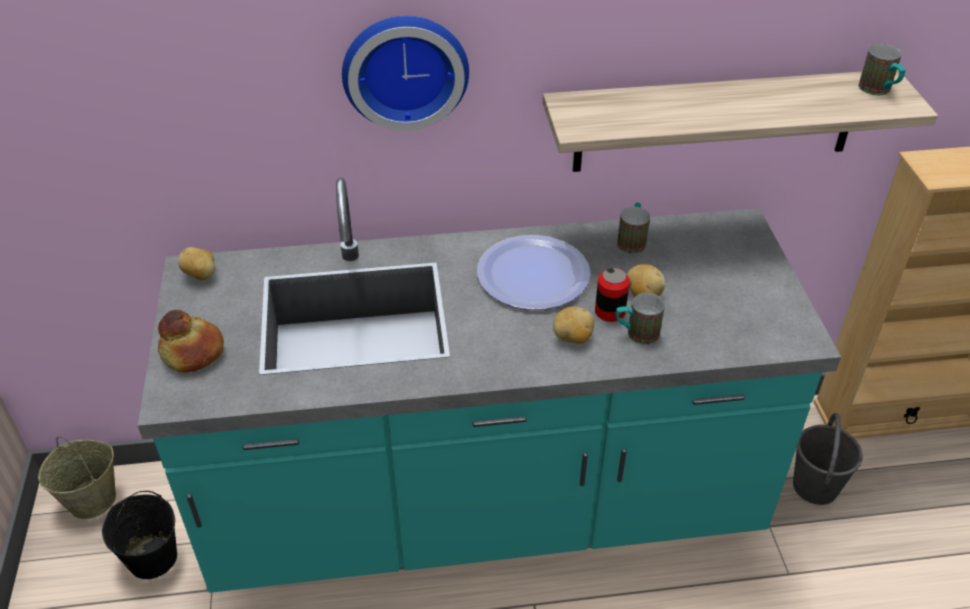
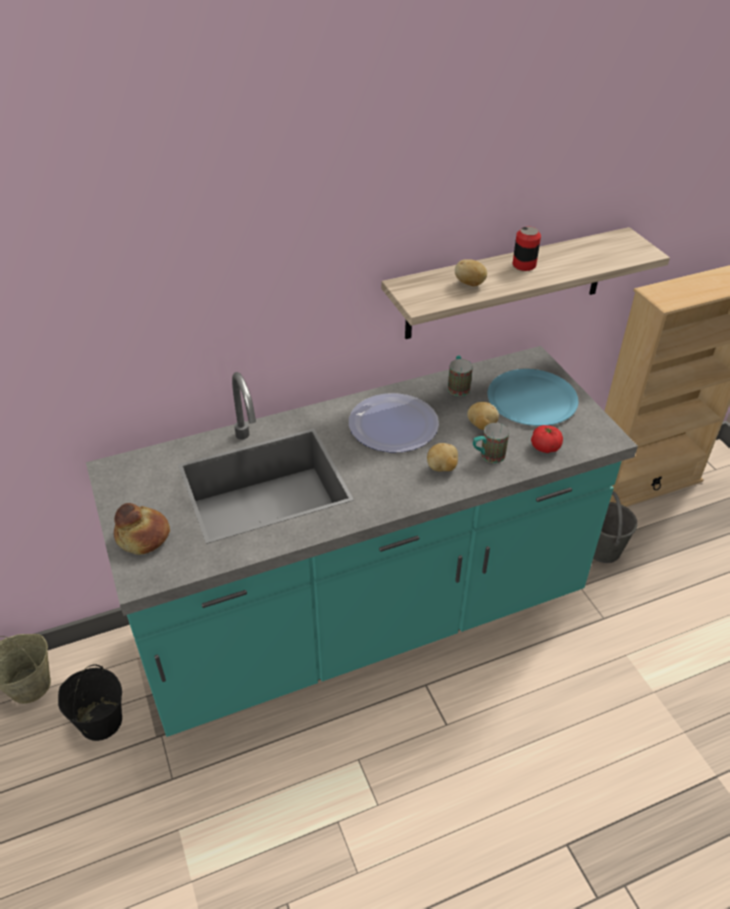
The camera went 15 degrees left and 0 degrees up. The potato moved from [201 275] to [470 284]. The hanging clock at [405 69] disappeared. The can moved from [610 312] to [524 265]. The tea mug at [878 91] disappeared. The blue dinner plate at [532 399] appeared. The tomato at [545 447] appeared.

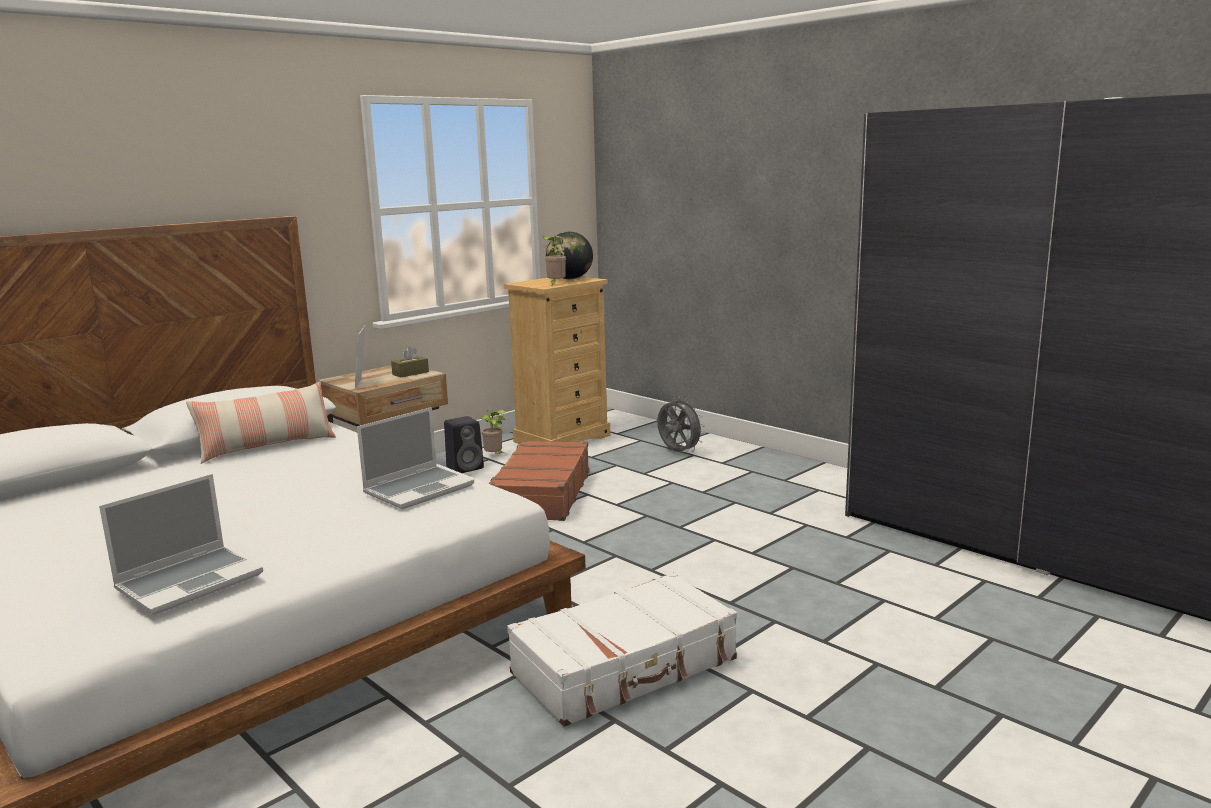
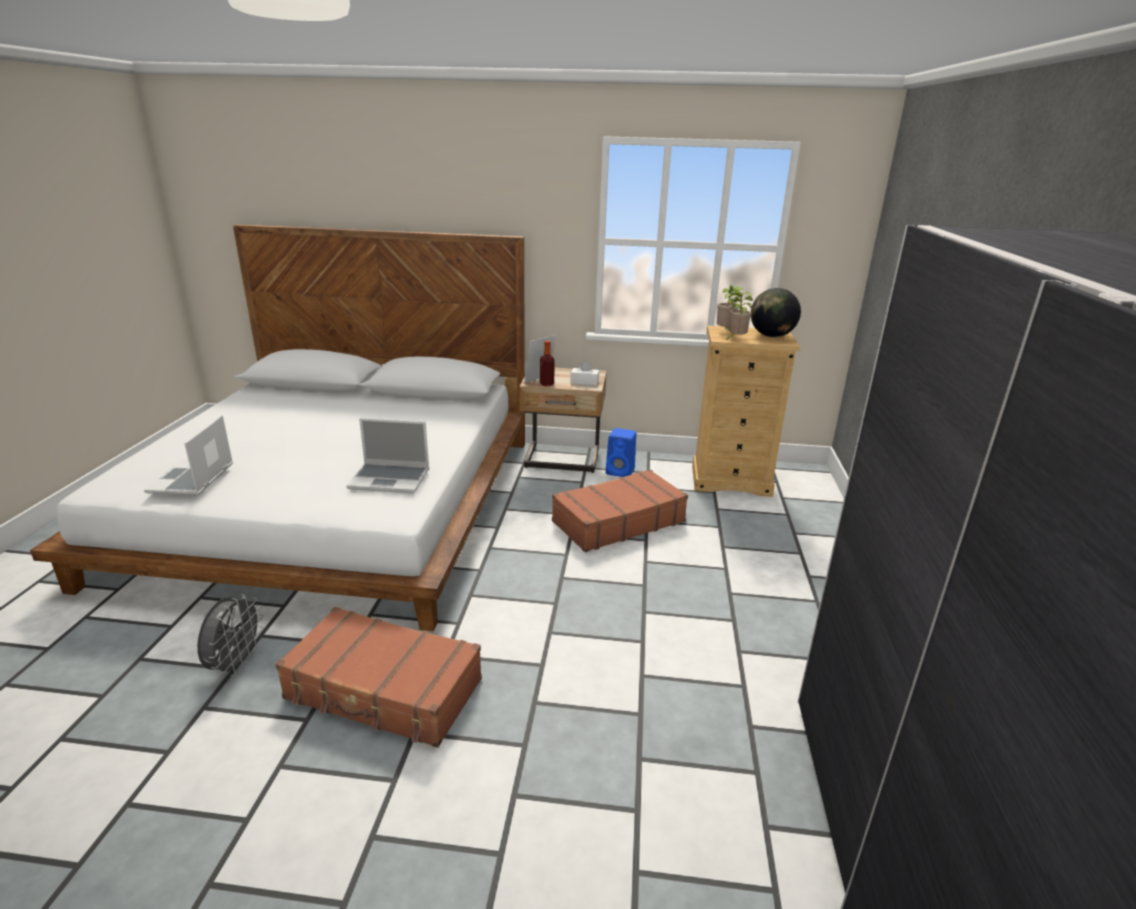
The camera went 50 degrees right and 10 degrees up. The notebook computer at [190 581] turned 90 degrees clockwise. The cushion at [267 446] disappeared. The brown tissue box at [410 373] became the white-coloured tissue box at [584 382]. The black audio speaker at [466 467] became the blue audio speaker at [621 471]. The potted plant moved from [495 456] to [725 332]. The white-coloured piece of luggage at [626 667] became the brown piece of luggage at [384 690]. The grey electric fan moved from [678 452] to [236 664]. The bottle at [547 384] appeared.

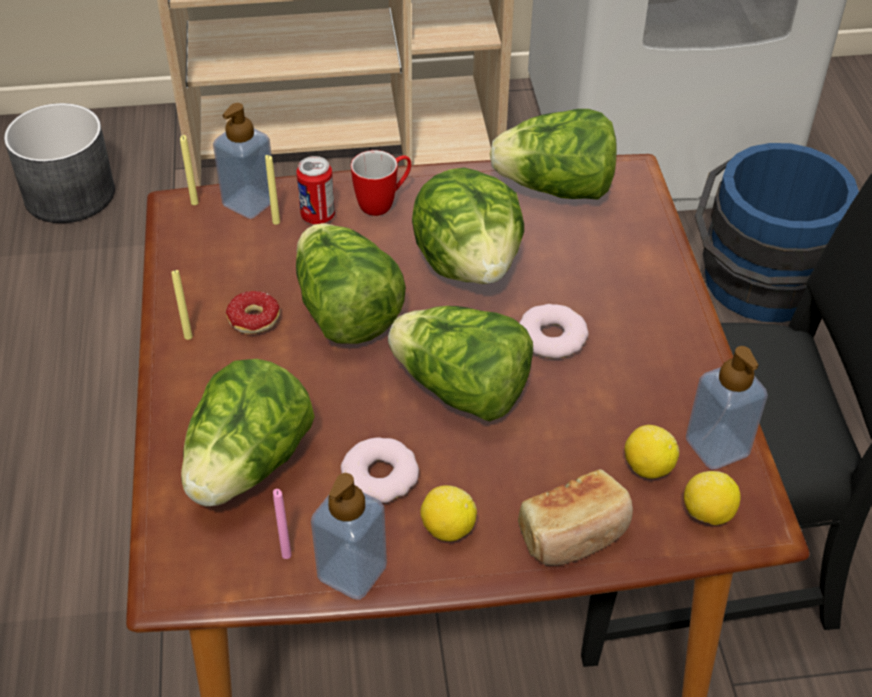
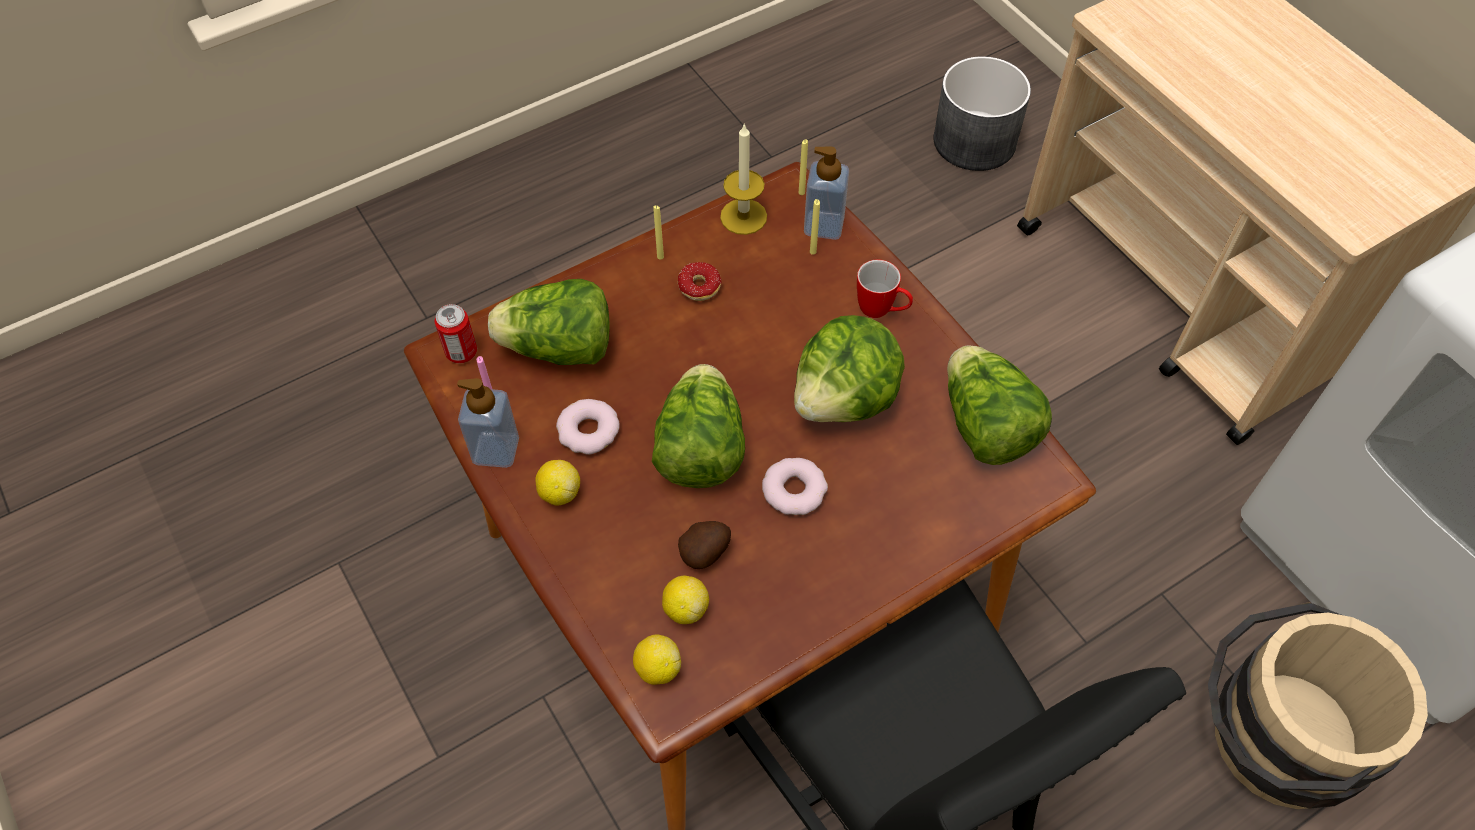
The camera went 65 degrees right and 10 degrees up. The can moved from [318 216] to [461 352]. The lettuce at [345 312] disappeared. The baked bread at [574 534] disappeared. The soap bottle at [717 447] disappeared. The blue pail at [760 288] became the sand-coloured pail at [1269 739]. The potato at [706 552] appeared. The wax candle at [743 216] appeared.

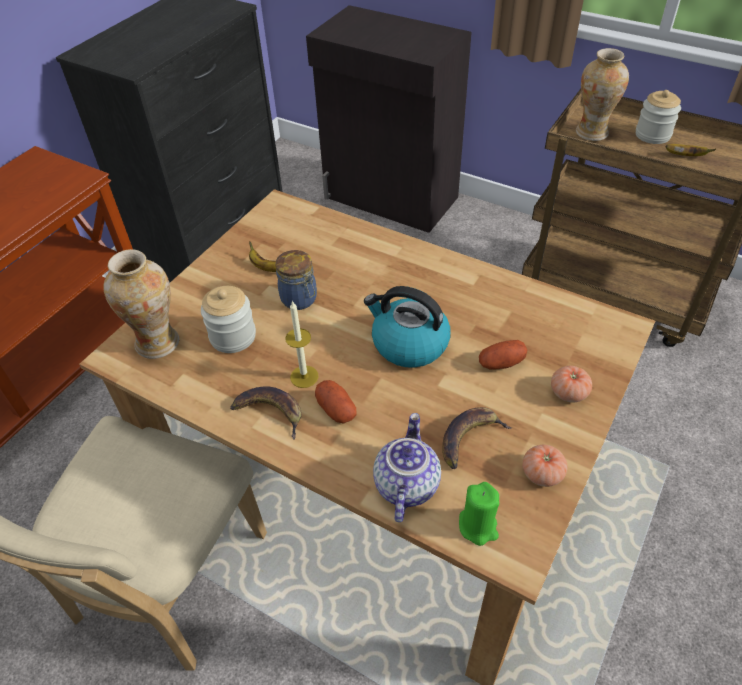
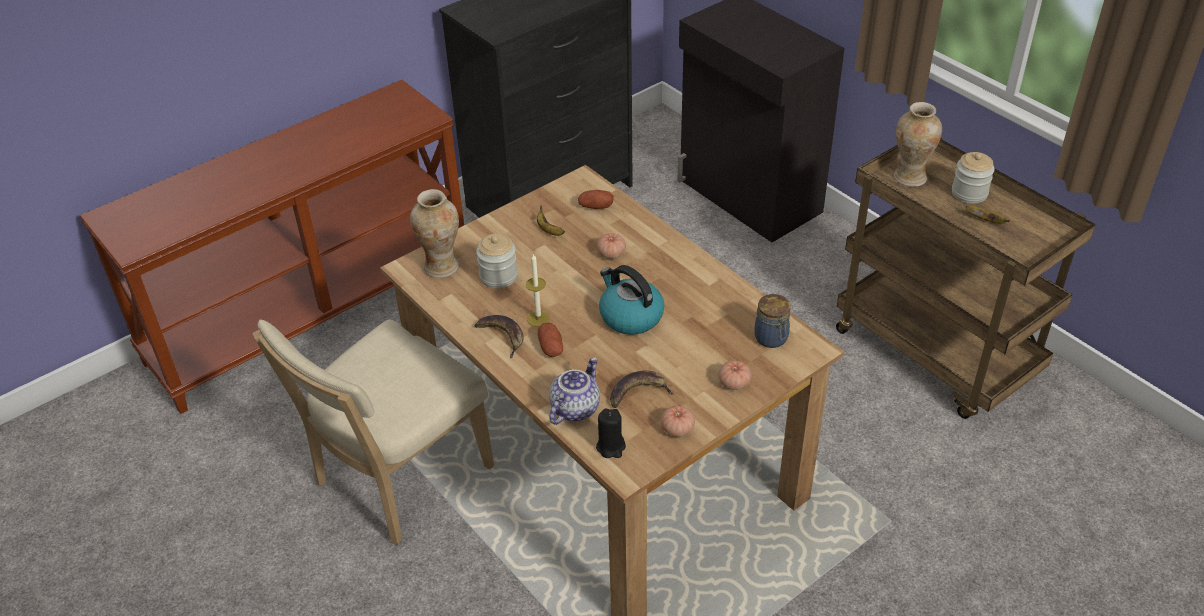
The camera went 20 degrees right and 5 degrees down. The jar moved from [300 299] to [771 339]. The greenish wax candle at [478 526] became the black wax candle at [611 447]. The potato moved from [501 363] to [595 206]. The tomato at [611 253] appeared.

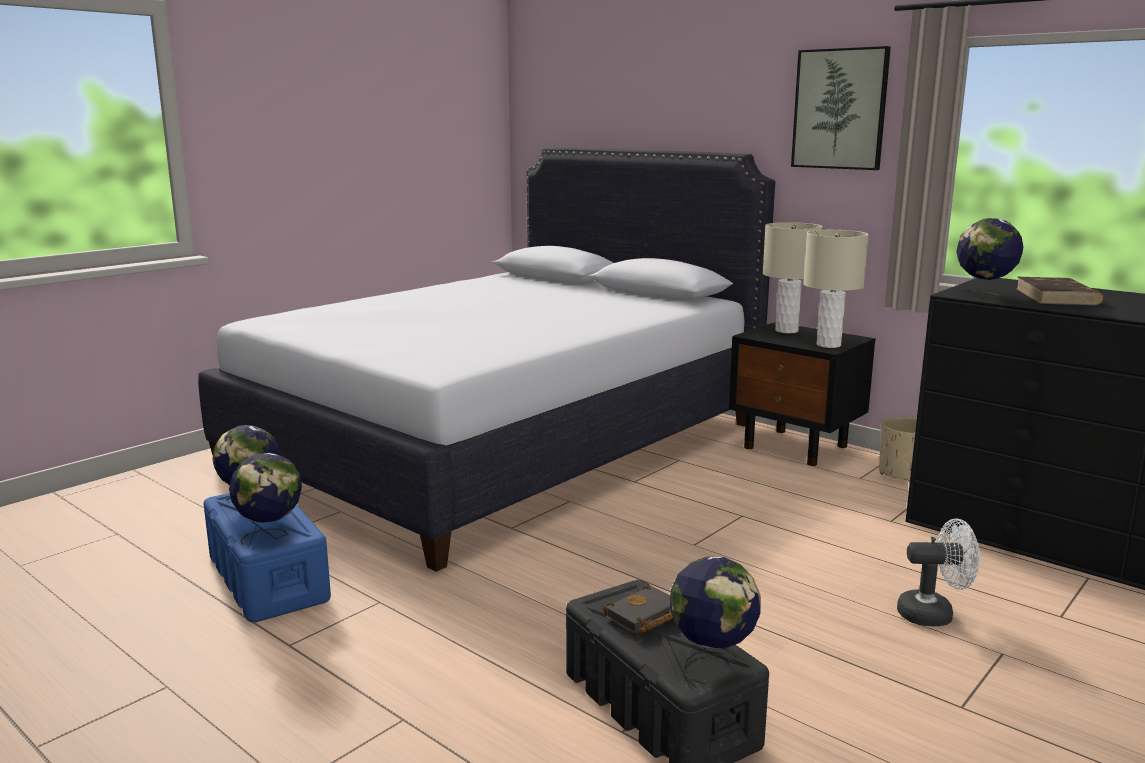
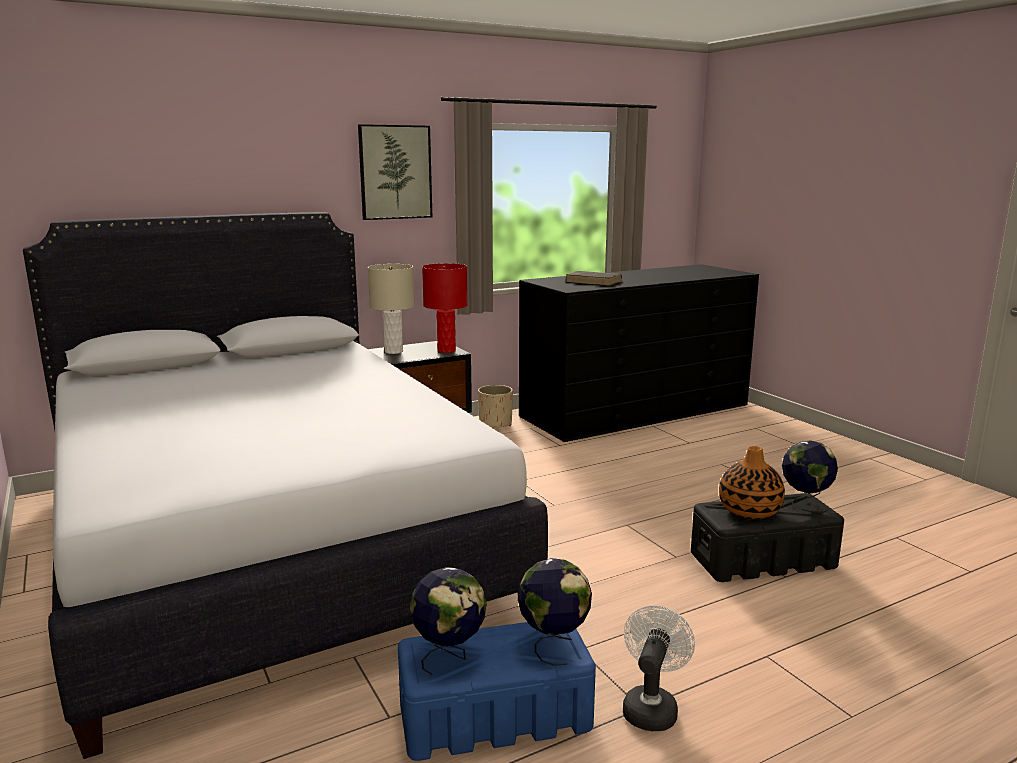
The camera went 70 degrees left and 0 degrees up. The black book at [644 617] was replaced by the flower vase at [749 511]. The sand-coloured table lamp at [829 345] became the red table lamp at [446 350]. The white-coloured electric fan moved from [934 614] to [651 707]. The world globe at [983 295] disappeared.

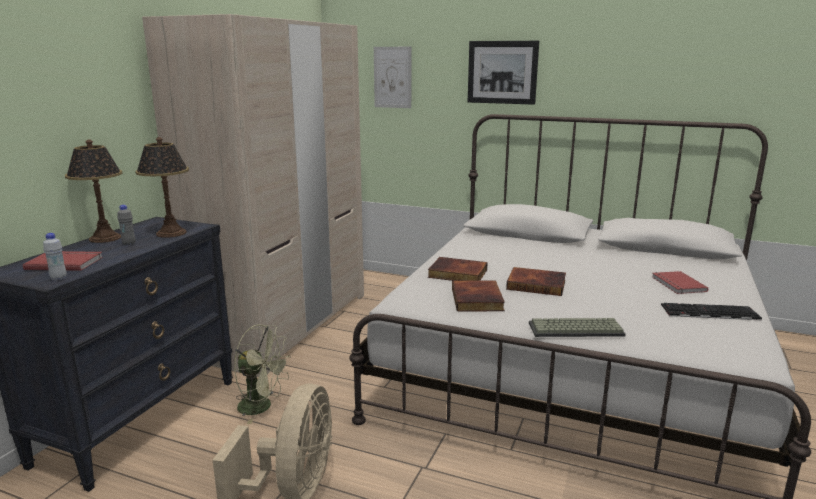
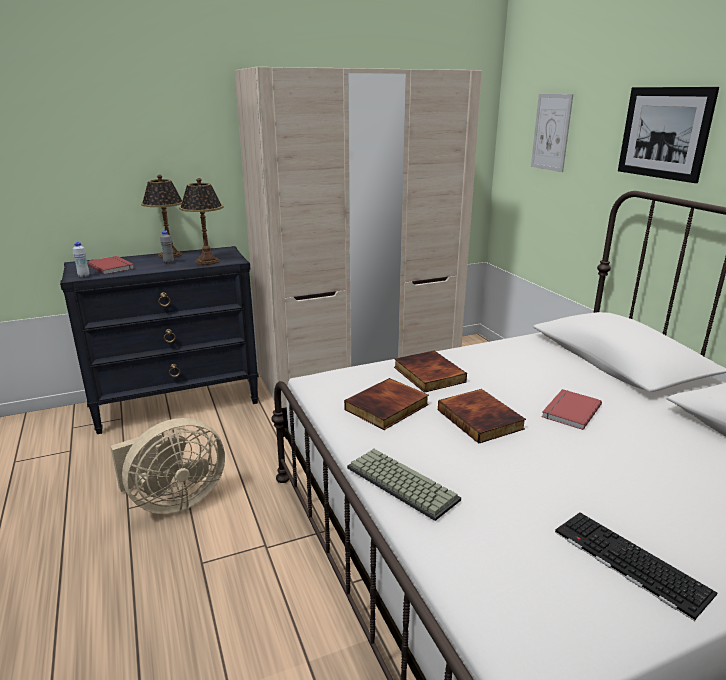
The camera went 45 degrees right and 5 degrees up. The greenish electric fan at [262 407] disappeared. The red book moved from [677 284] to [569 411].

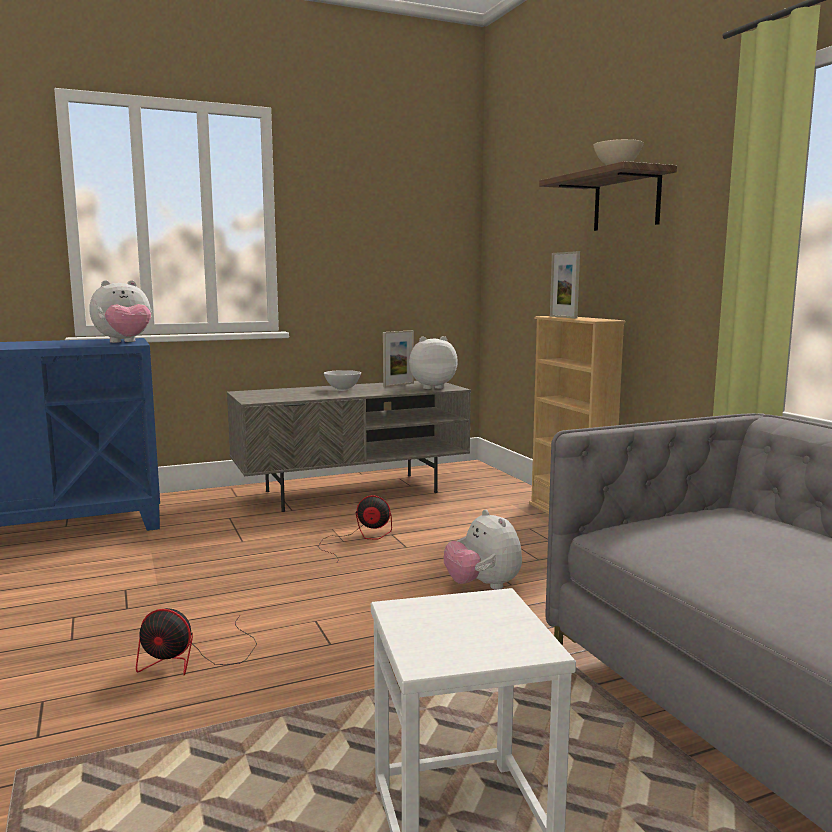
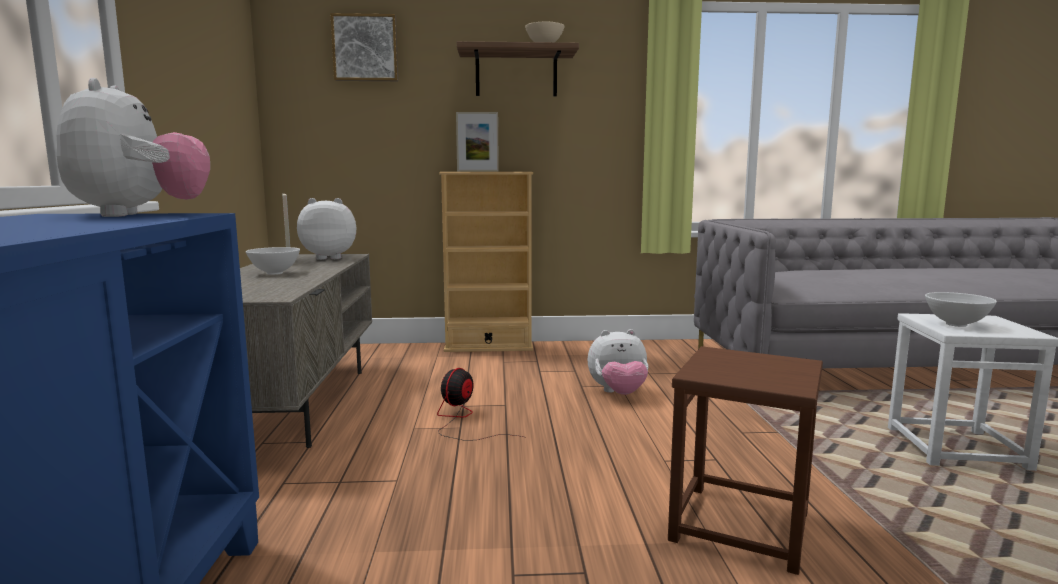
The camera went 70 degrees left and 0 degrees up. The electric fan at [194 658] was replaced by the brown sitting stool at [741 526]. The cuddly toy at [431 387] turned 75 degrees clockwise. The wall art at [365 48] appeared. The white-coloured serving bowl at [957 324] appeared.

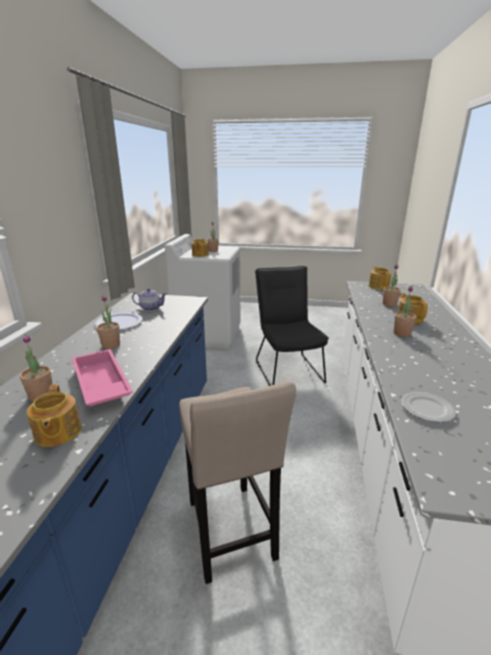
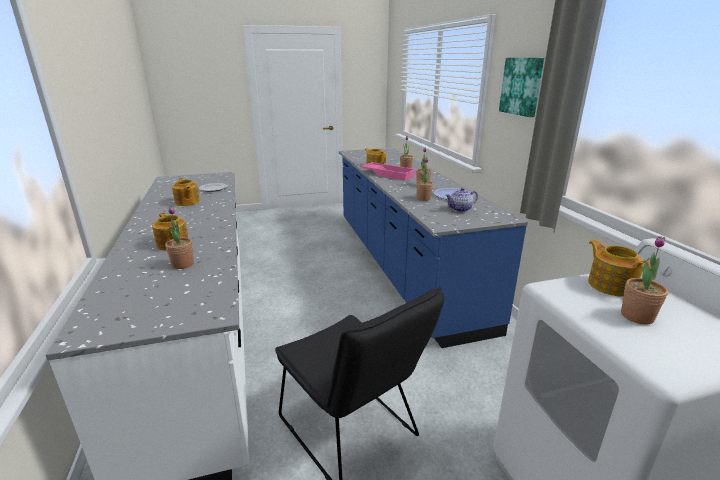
The camera went 155 degrees right and 0 degrees up. The sand-coloured sitting stool at [231 535] disappeared. The teapot moved from [378 286] to [187 202]. The potted plant moved from [402 333] to [423 198]. The wall art at [522 86] appeared.

